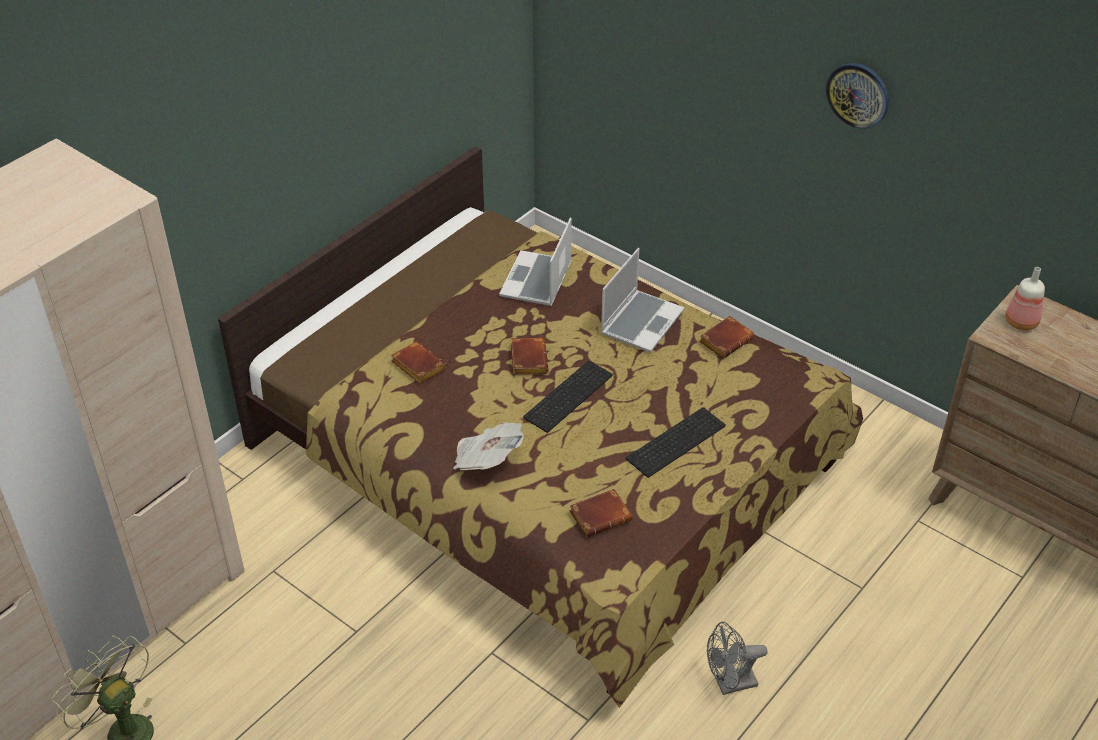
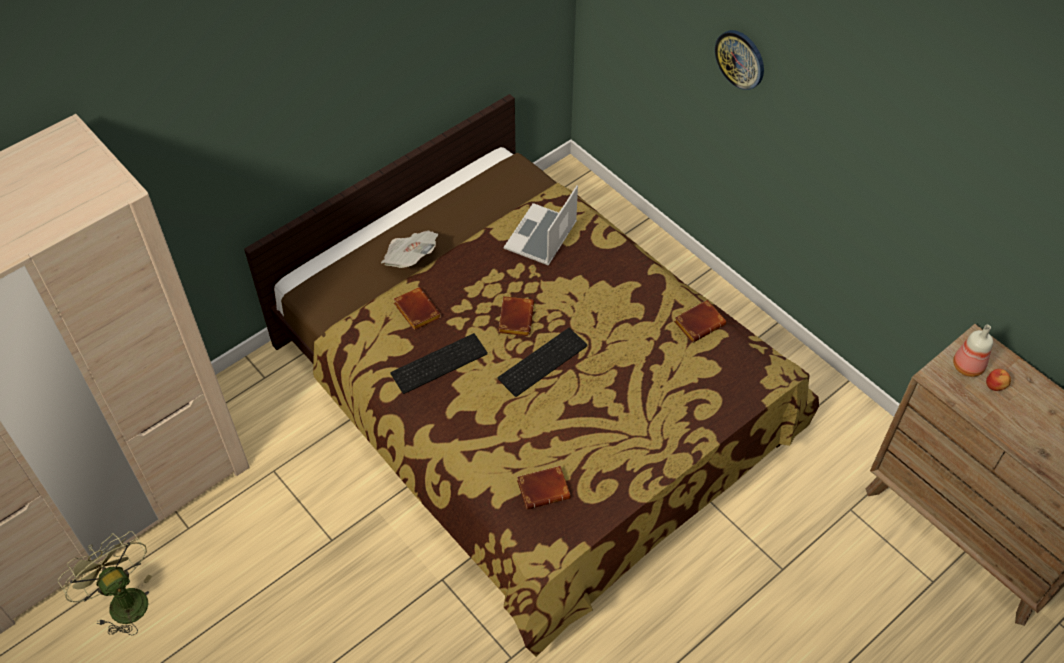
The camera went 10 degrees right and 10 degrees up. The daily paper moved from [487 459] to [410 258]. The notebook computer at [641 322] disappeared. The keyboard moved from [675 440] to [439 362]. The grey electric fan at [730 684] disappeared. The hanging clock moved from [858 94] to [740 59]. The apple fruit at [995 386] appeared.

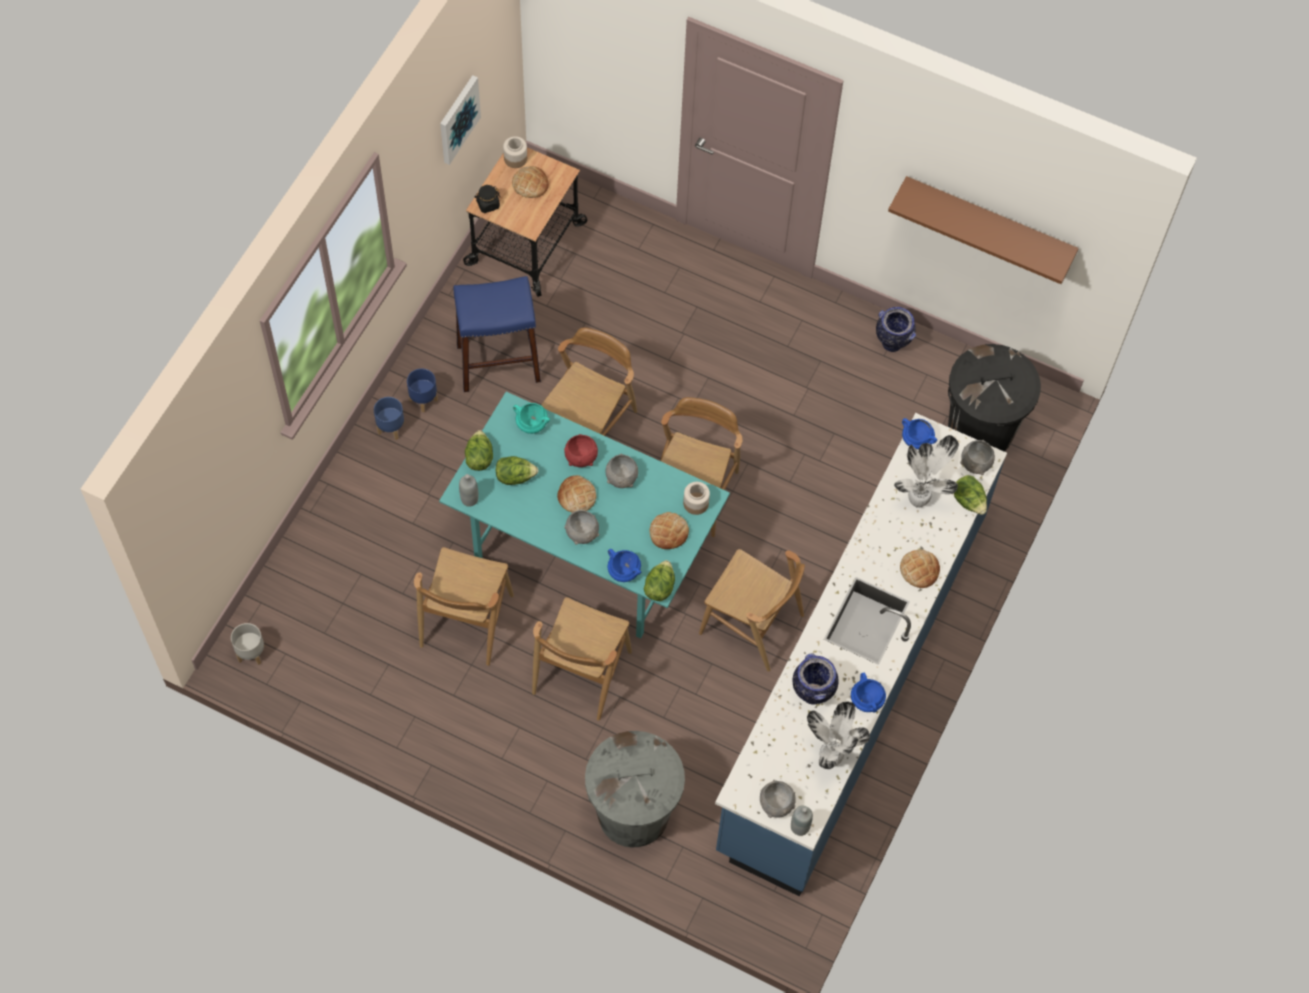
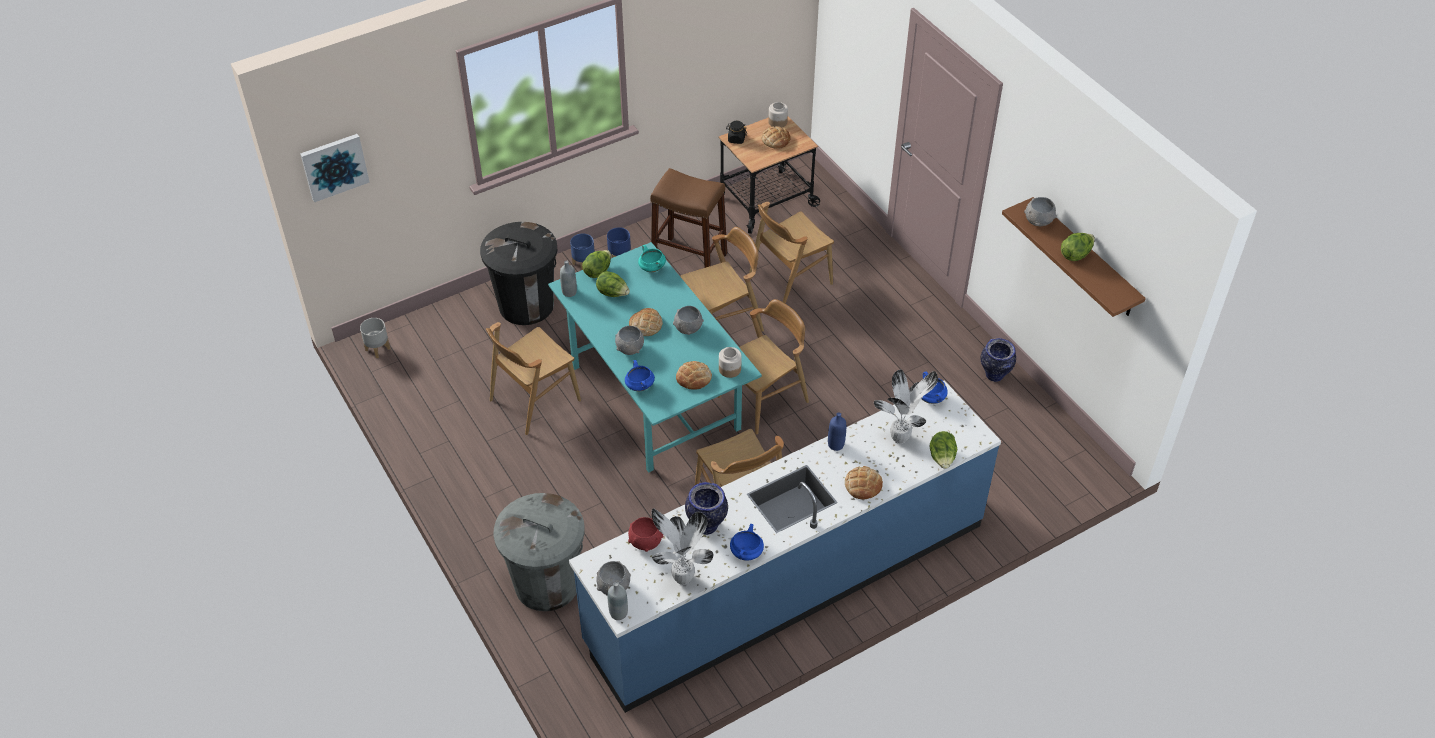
The camera went 35 degrees right and 15 degrees down. The wall art moved from [458 119] to [334 166]. The blue sitting stool at [498 363] became the brown sitting stool at [689 259]. The brown upright chair moved from [581 672] to [789 280]. The red serving bowl moved from [581 458] to [645 543]. The lettuce moved from [659 587] to [1076 254]. The black waste bin moved from [981 430] to [526 305]. The grey serving bowl moved from [975 463] to [1038 221]. The blue bottle at [836 444] appeared.

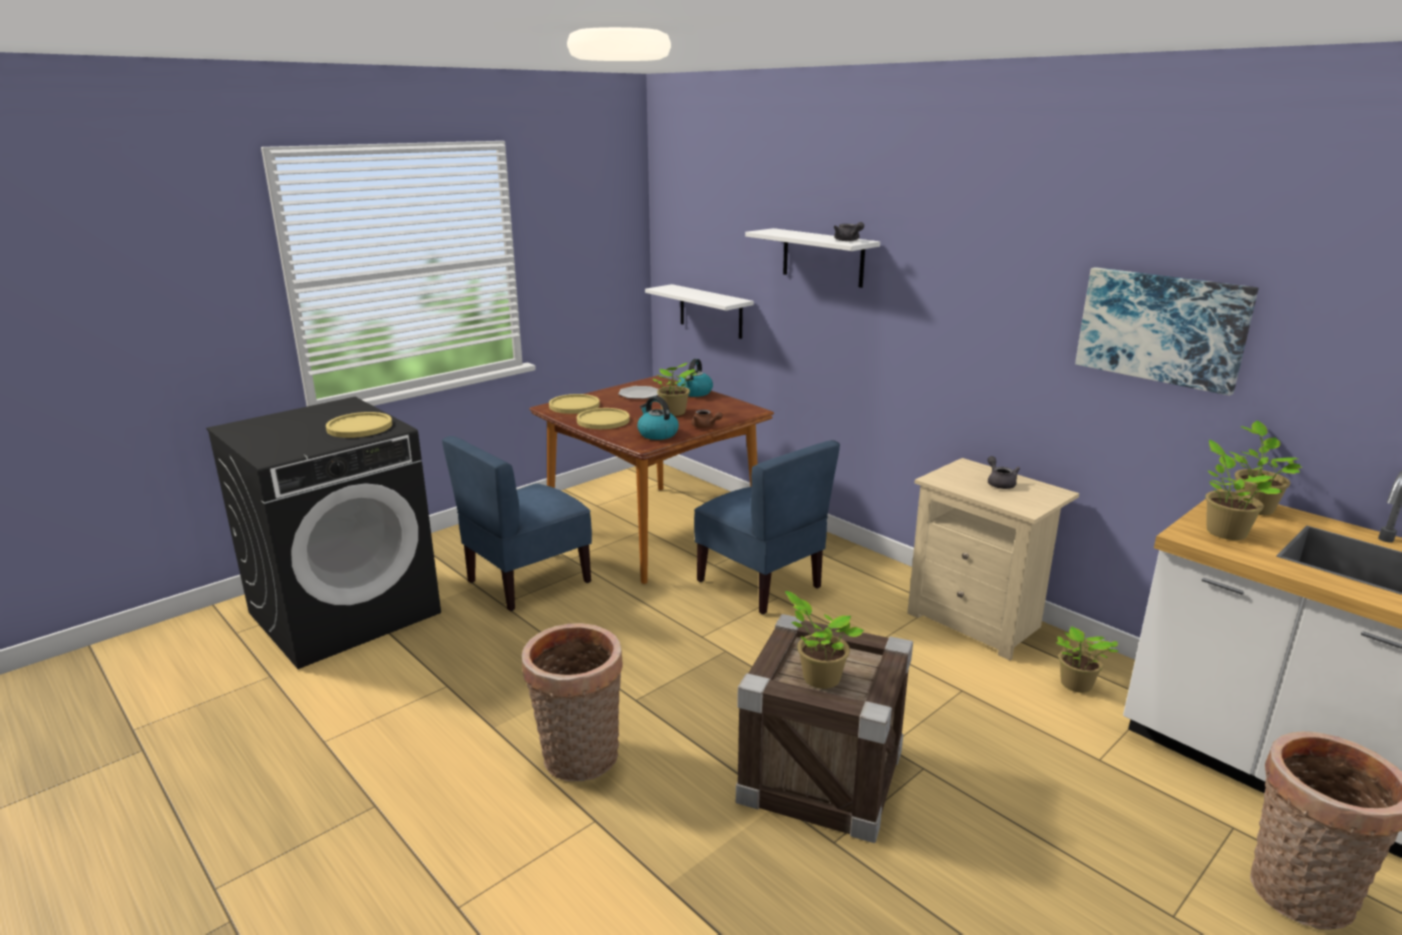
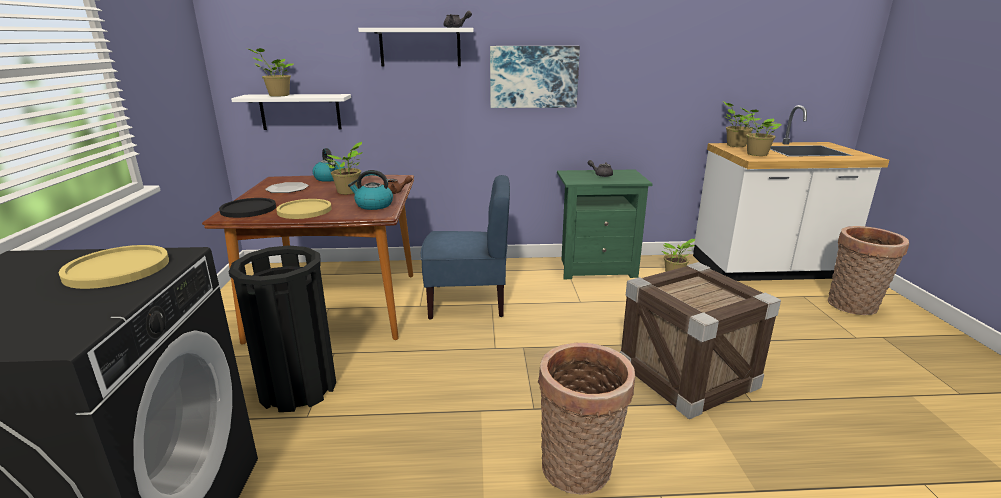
The camera went 50 degrees left and 0 degrees up. The blue upright chair at [527 581] was replaced by the black waste bin at [297 388]. The yellow dinner plate at [574 405] became the black dinner plate at [248 209]. The potted plant moved from [818 677] to [277 95]. The sand-coloured nightstand at [978 621] became the greenish nightstand at [596 268]. The wall art moved from [1162 328] to [533 77].

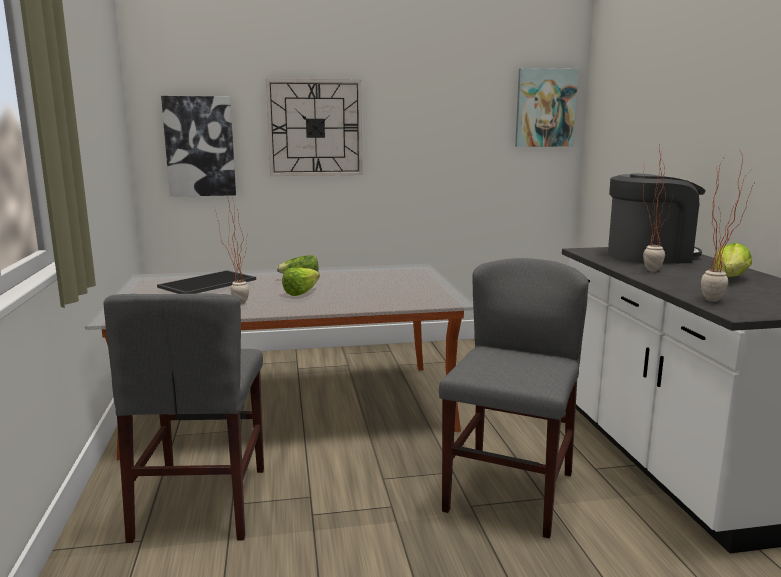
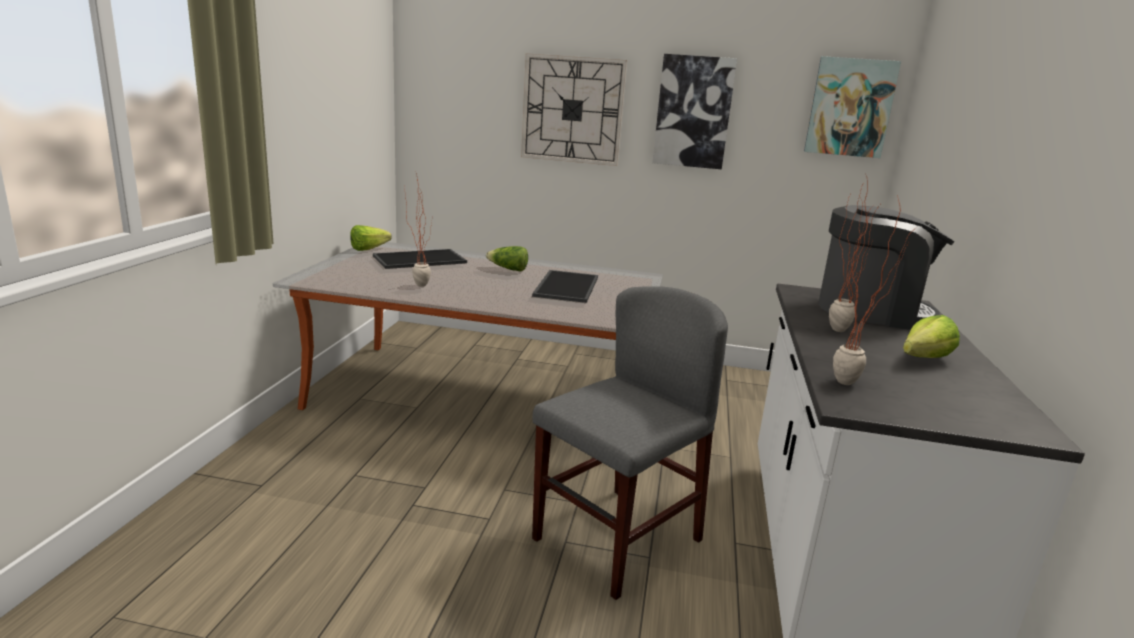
The camera went 20 degrees right and 5 degrees up. The grey upright chair at [202 502] disappeared. The wall art moved from [200 146] to [693 112]. The lettuce moved from [304 292] to [372 249]. The tray at [565 286] appeared.

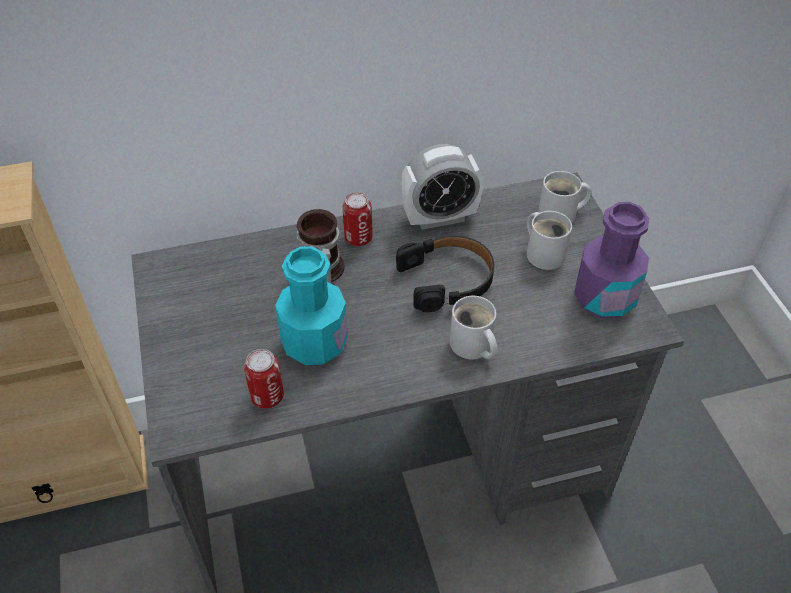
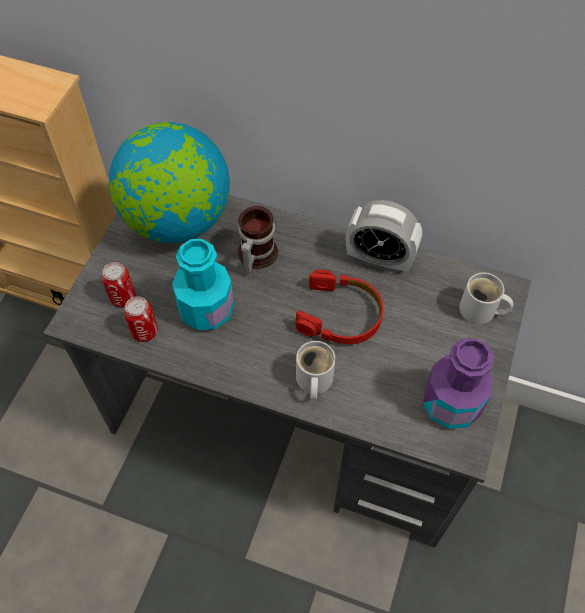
The camera went 35 degrees right and 10 degrees up. The can moved from [358 238] to [123 297]. The black headphones at [447 279] became the red headphones at [341 315]. The white-coloured tea mug at [544 252] disappeared. The world globe at [177 220] appeared.

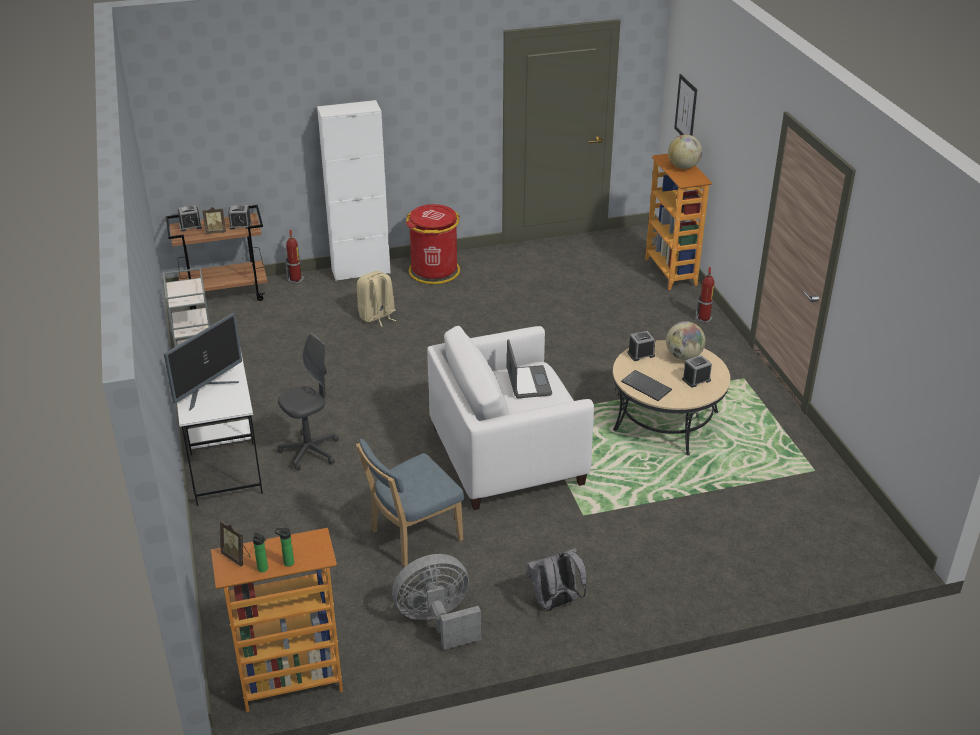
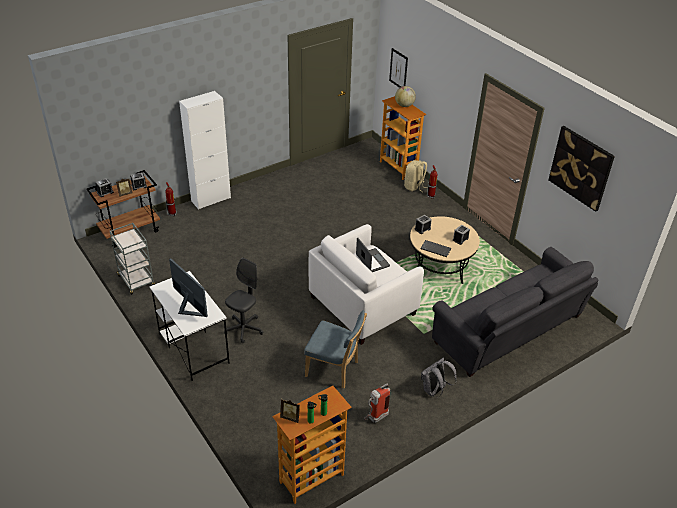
The camera went 20 degrees left and 5 degrees up. The monitor at [208 390] turned 60 degrees counterclockwise. The blue upright chair at [412 537] turned 105 degrees counterclockwise. The sand-coloured backpack moved from [377 316] to [414 186]. The grey electric fan at [437 621] was replaced by the fire extinguisher at [375 418]. The red waste bin at [434 271] disappeared. The world globe at [683 356] disappeared. The grey couch at [510 331] appeared. The wall art at [581 168] appeared.

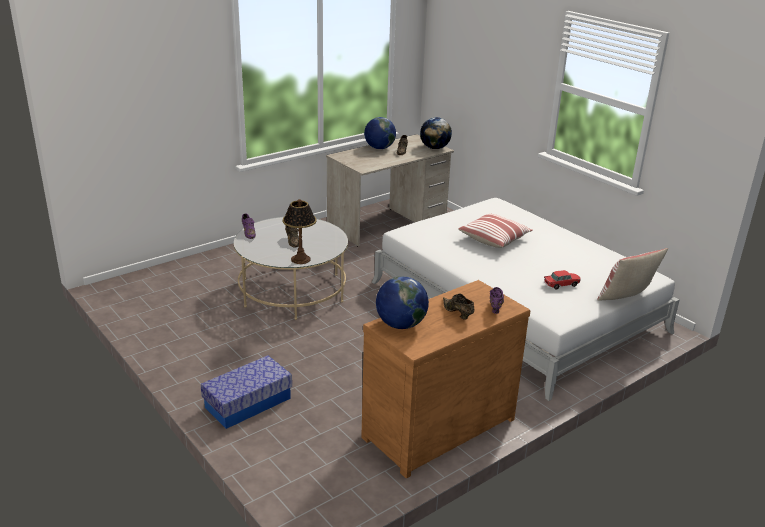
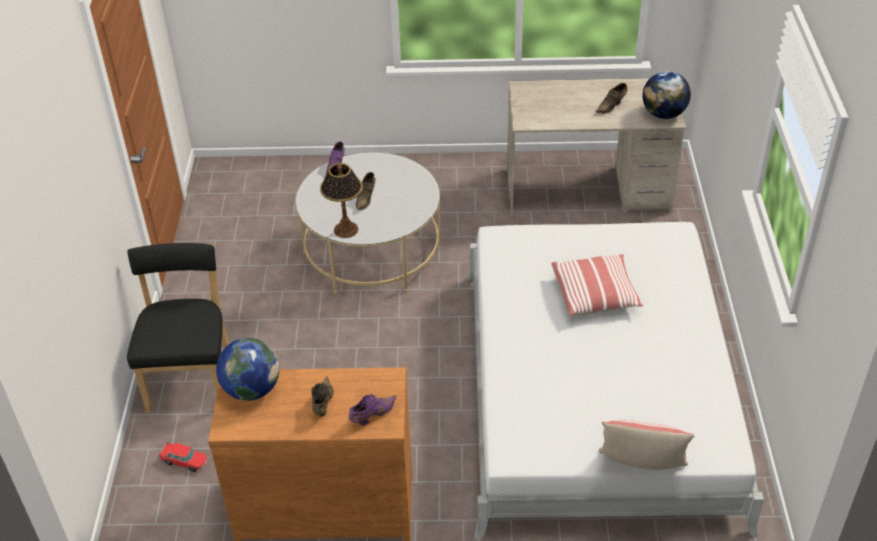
The camera went 40 degrees right and 15 degrees up. The storage bin at [248 403] was replaced by the black upright chair at [191 376]. The world globe at [379 148] disappeared. The miniature car moved from [561 284] to [185 461].

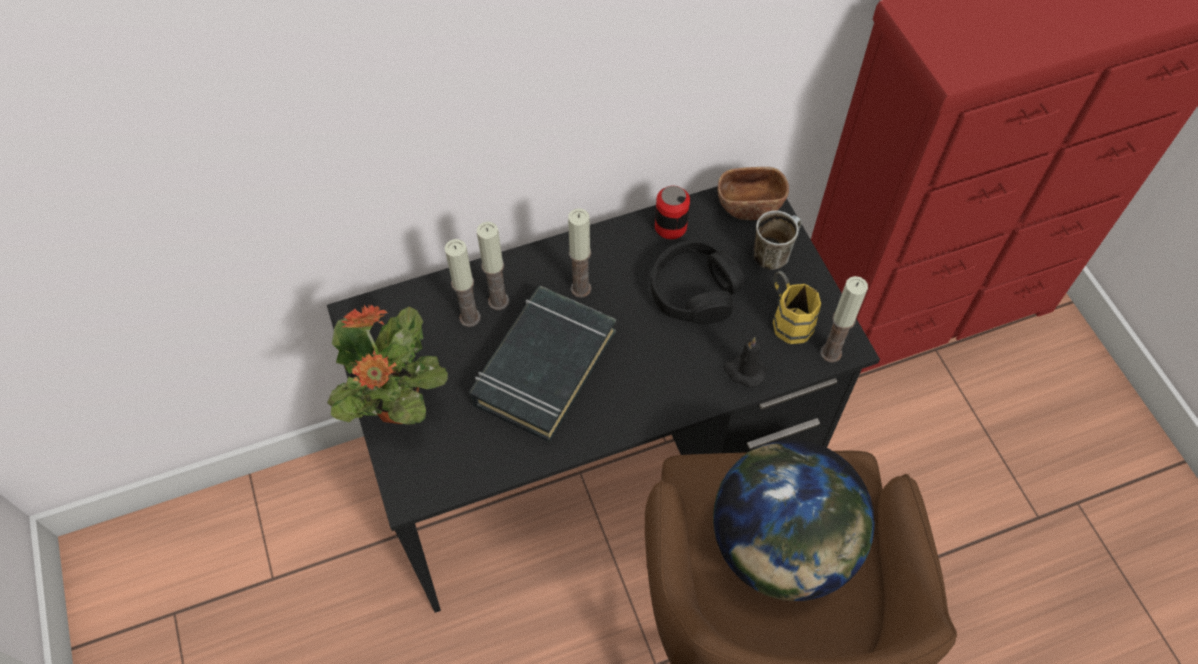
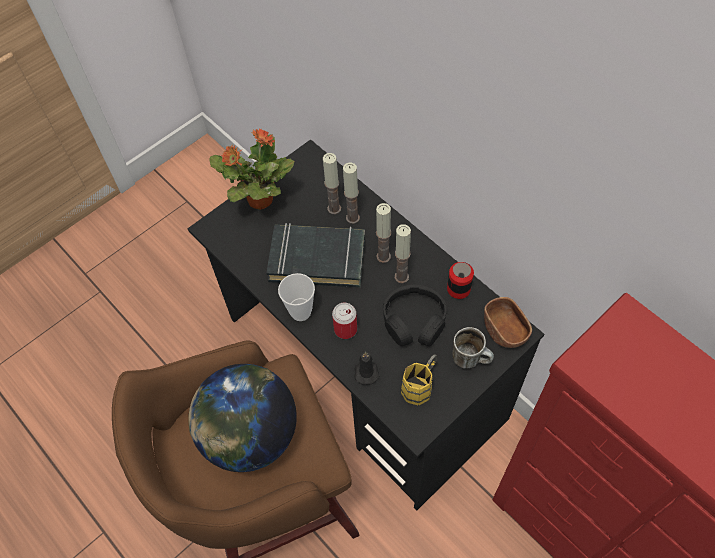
The camera went 70 degrees right and 0 degrees up. The wax candle moved from [830 353] to [401 277]. The drinking cup at [301 312] appeared. The can at [345 329] appeared.

